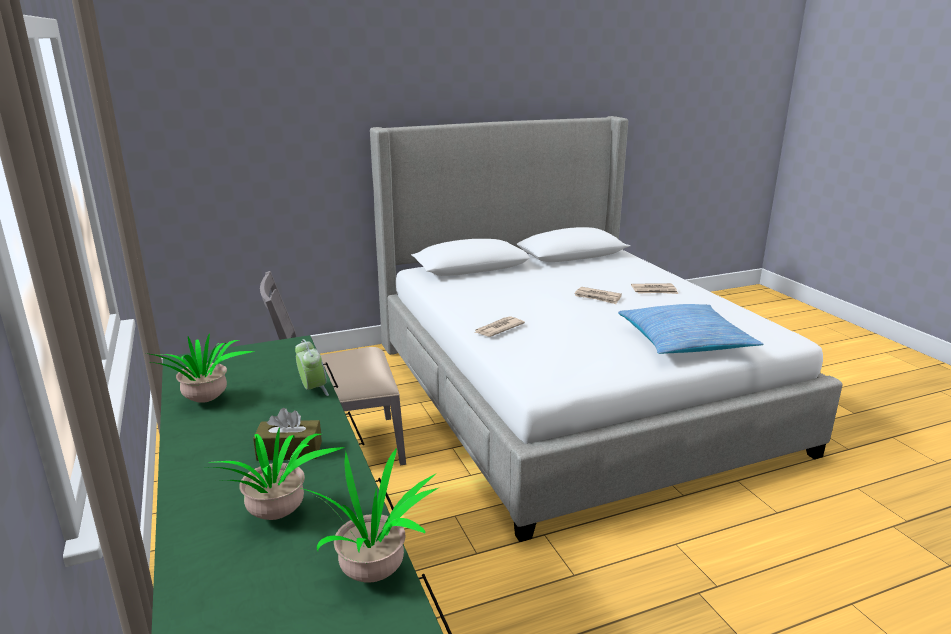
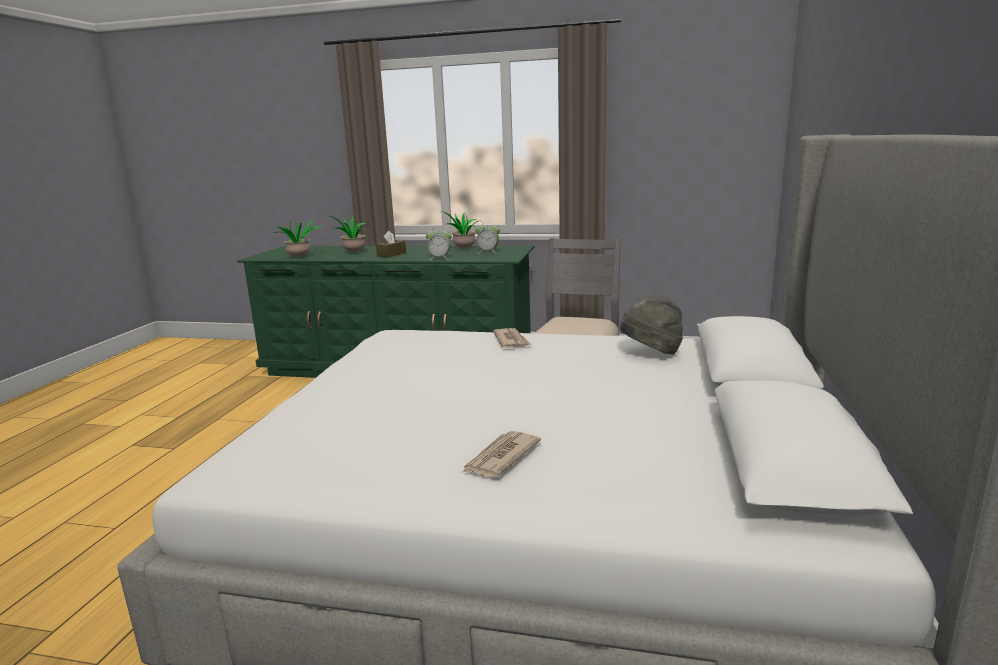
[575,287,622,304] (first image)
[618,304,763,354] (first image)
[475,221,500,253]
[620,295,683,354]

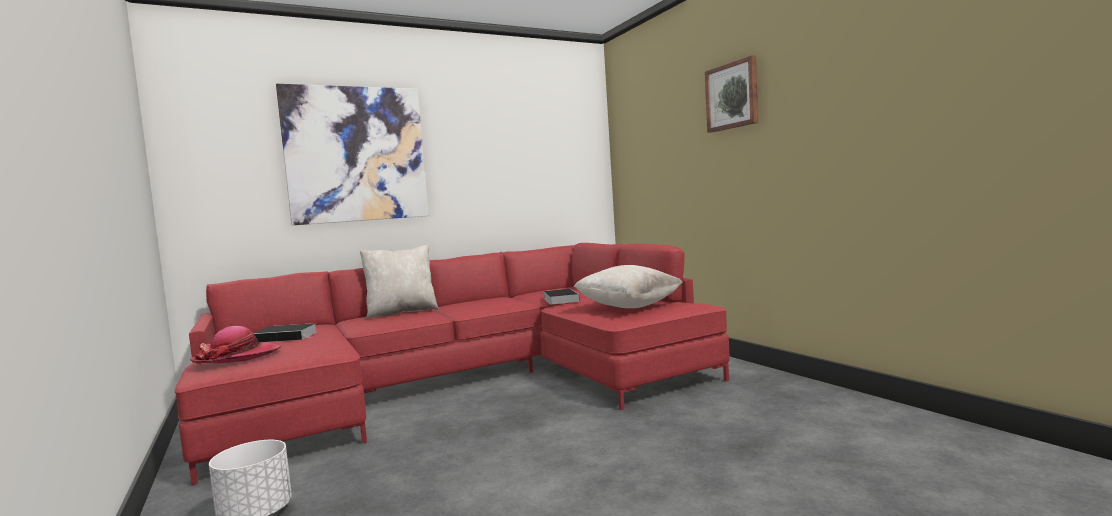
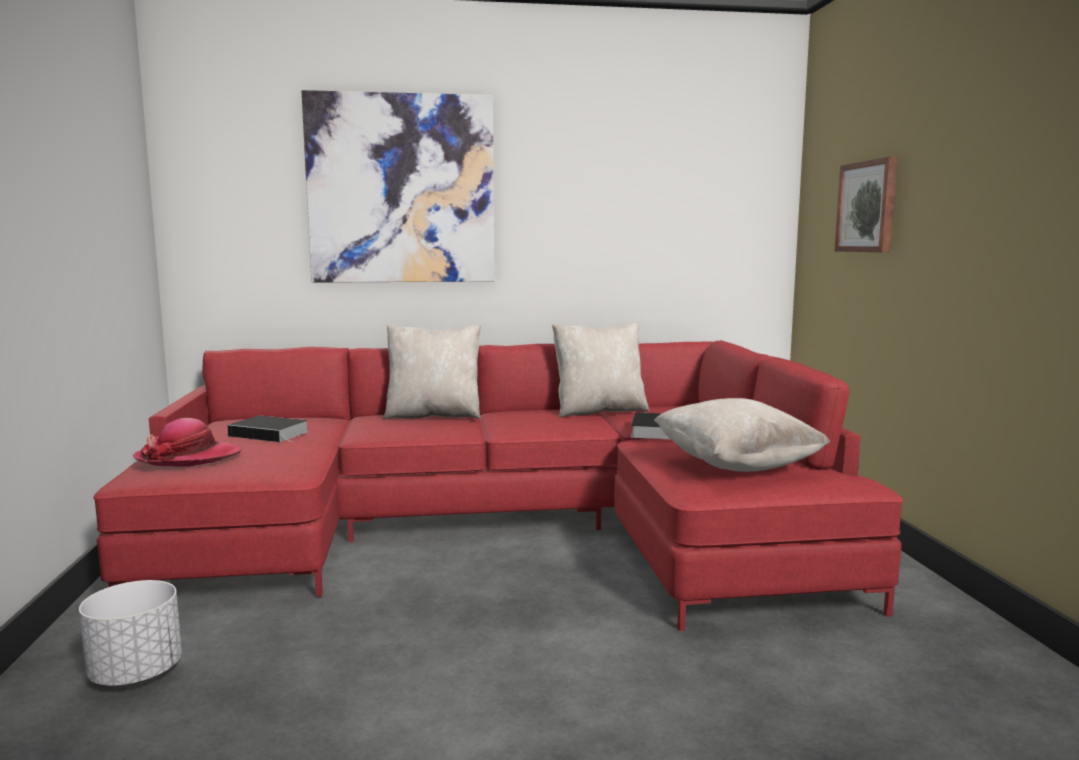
[552,322,649,417]
[835,156,898,252]

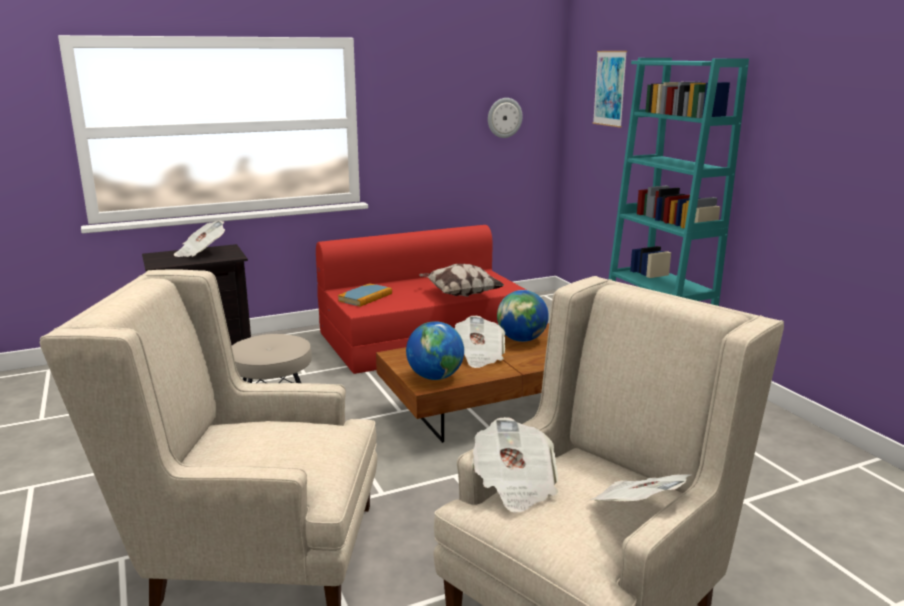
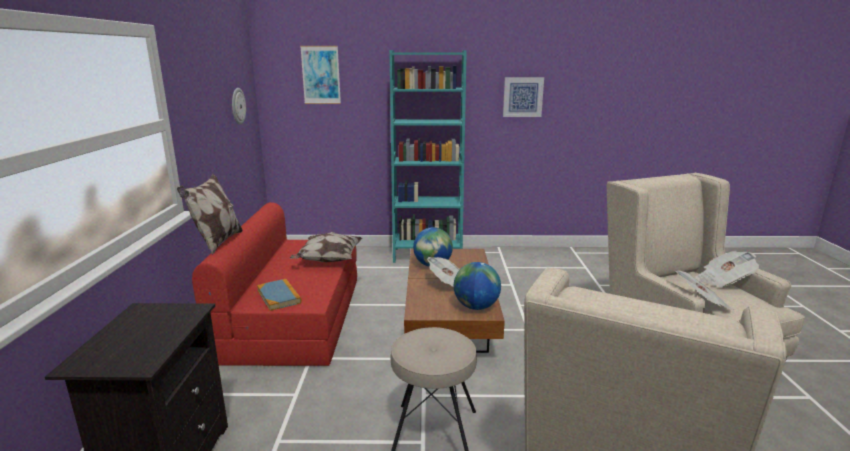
[174,221,225,257] (first image)
[177,174,242,255]
[503,77,544,117]

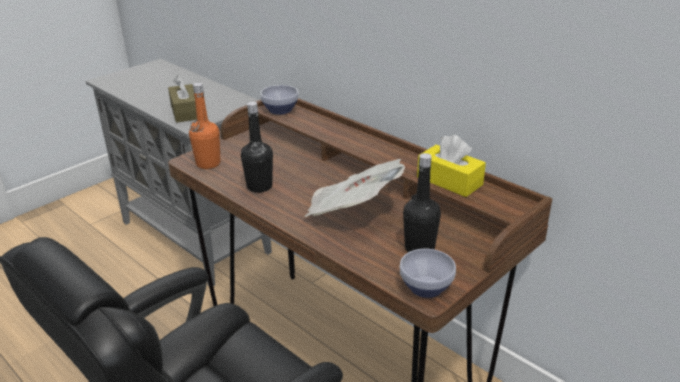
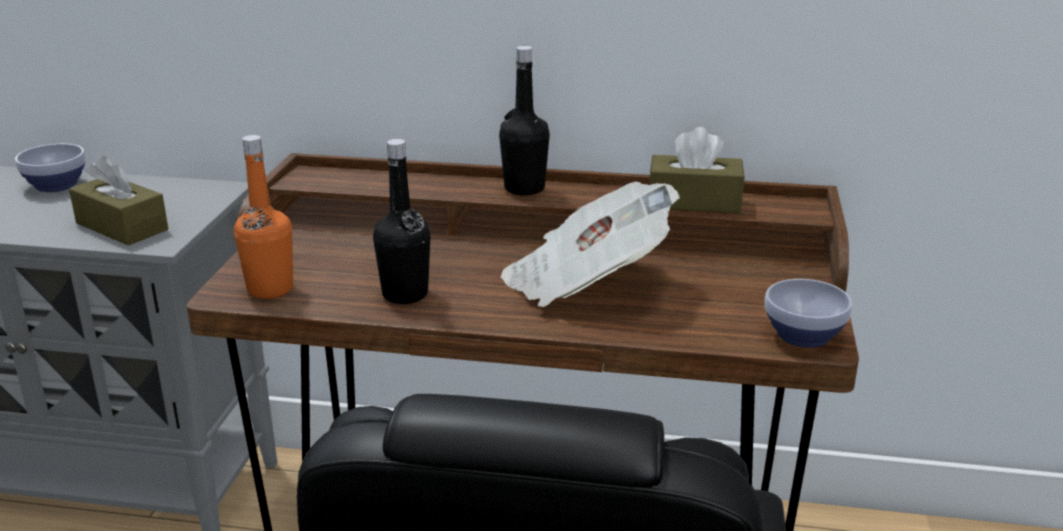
[15,144,86,192]
[499,46,550,195]
[649,127,744,213]

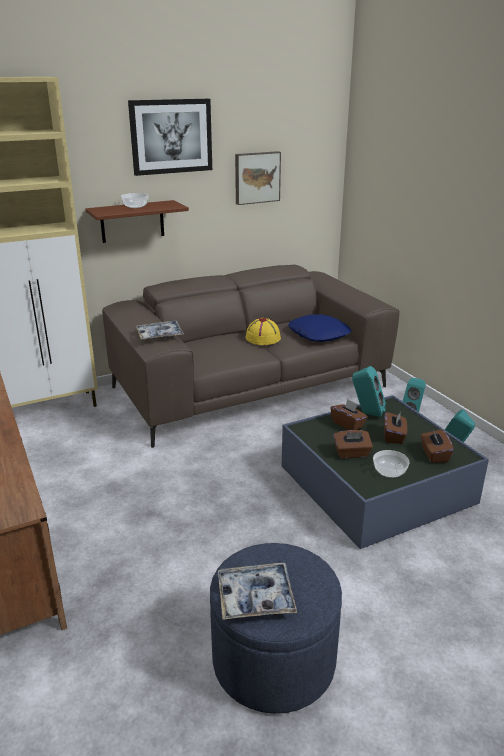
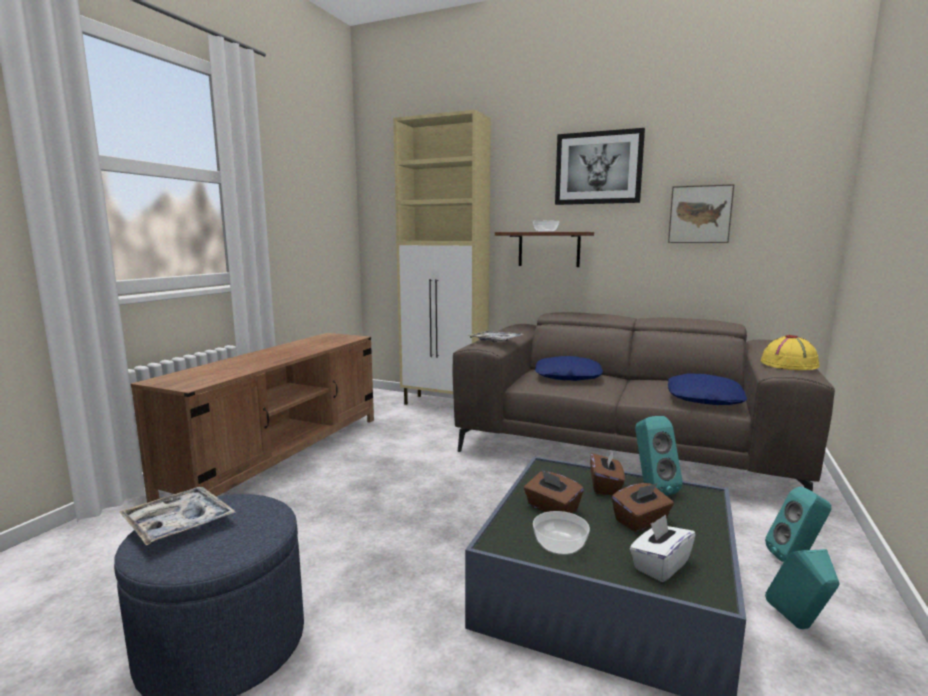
[535,356,603,381]
[761,335,820,370]
[630,514,695,582]

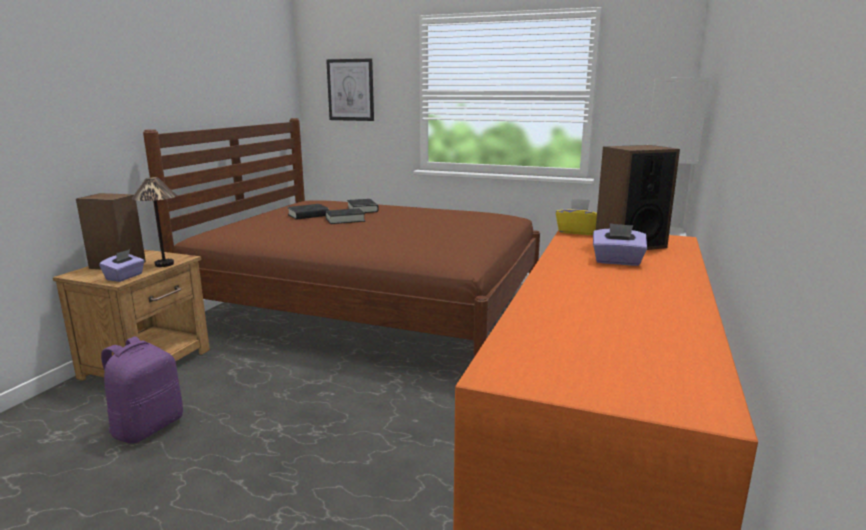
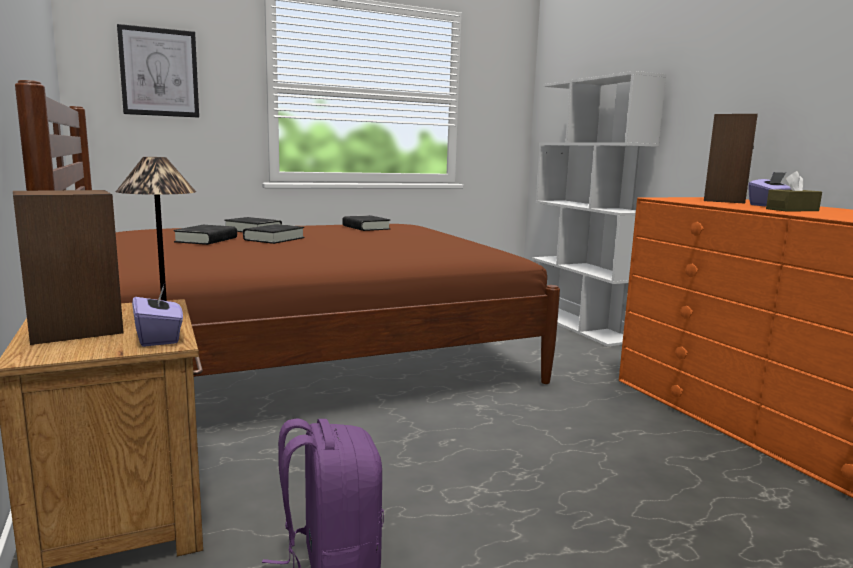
[556,198,597,235] (first image)
[342,215,390,231]
[766,171,822,211]

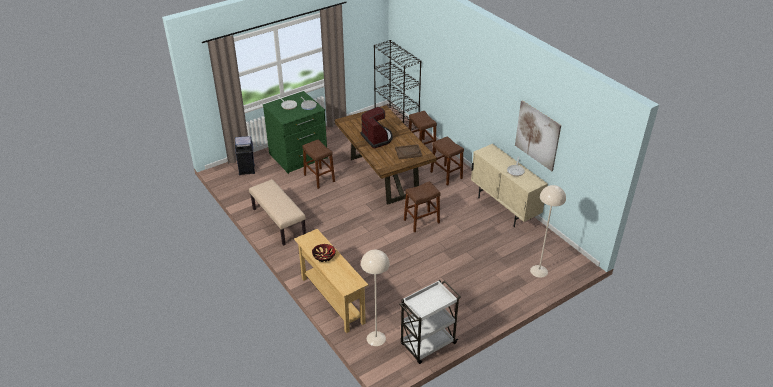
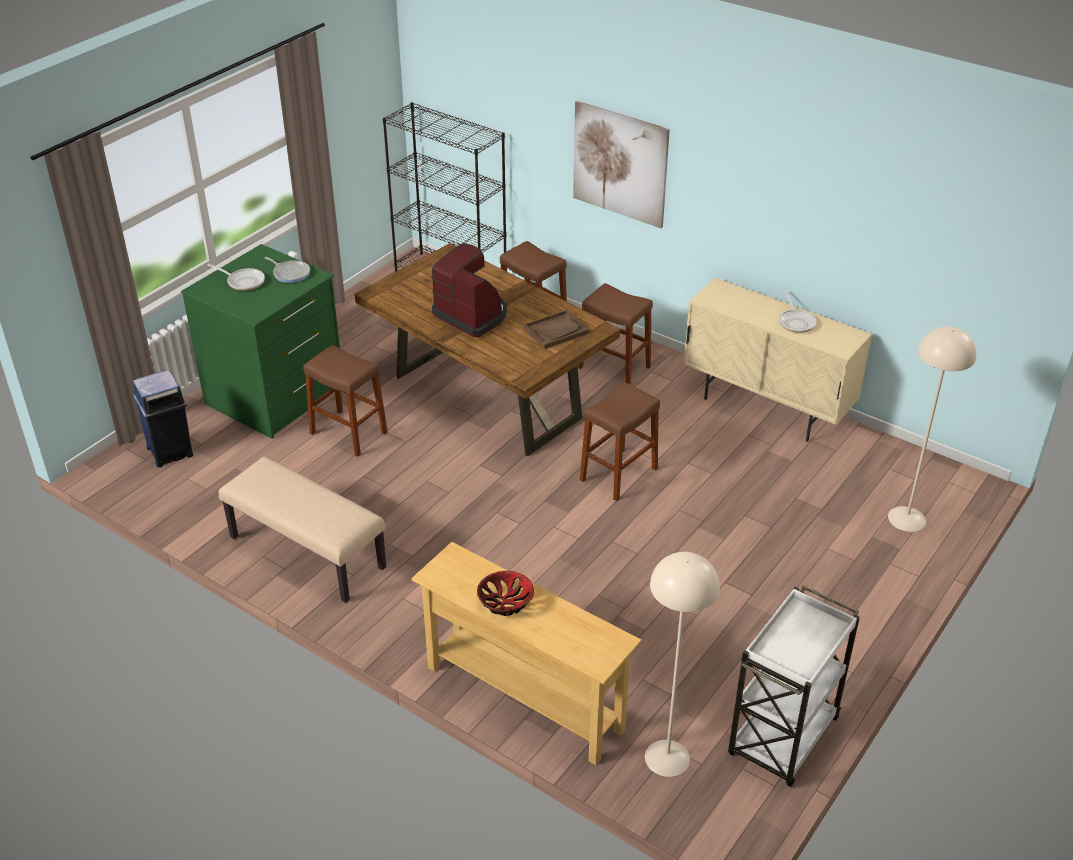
[573,101,670,228]

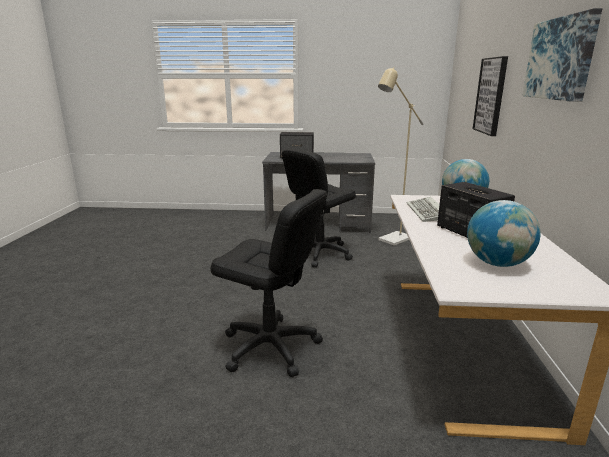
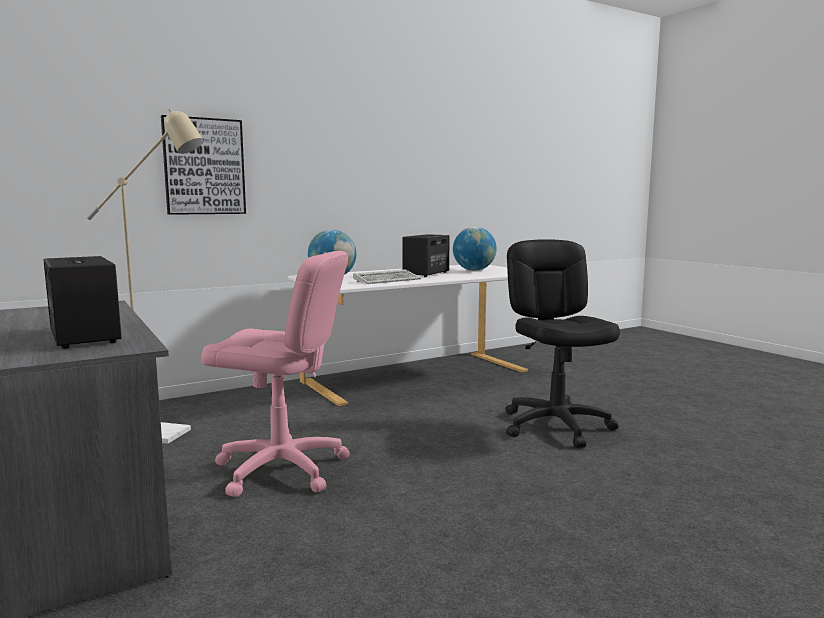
[523,8,602,102] (first image)
[201,251,350,497]

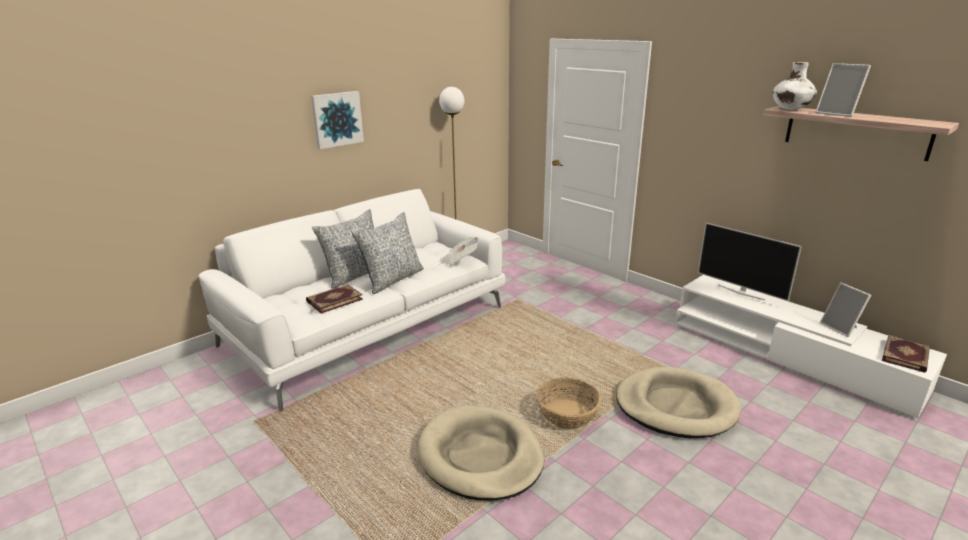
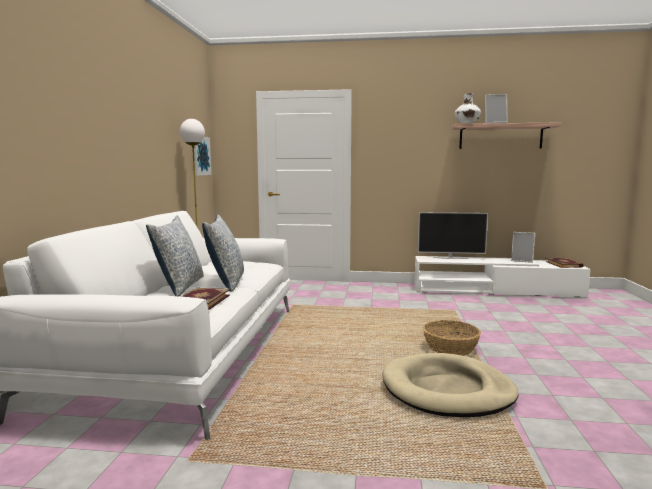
[440,237,480,265] (first image)
[616,367,741,438] (first image)
[192,137,211,176]

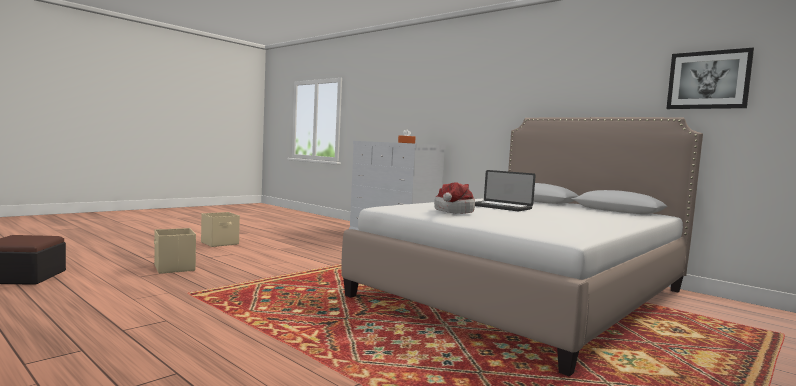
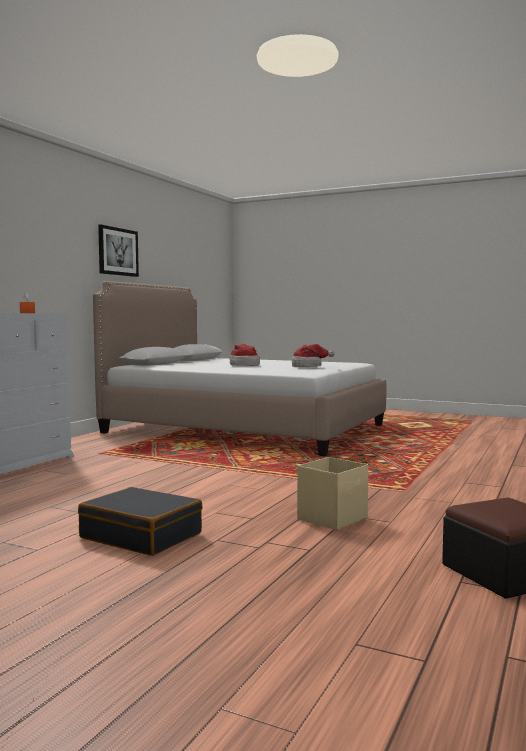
[98,224,139,277]
[78,487,203,556]
[230,344,260,366]

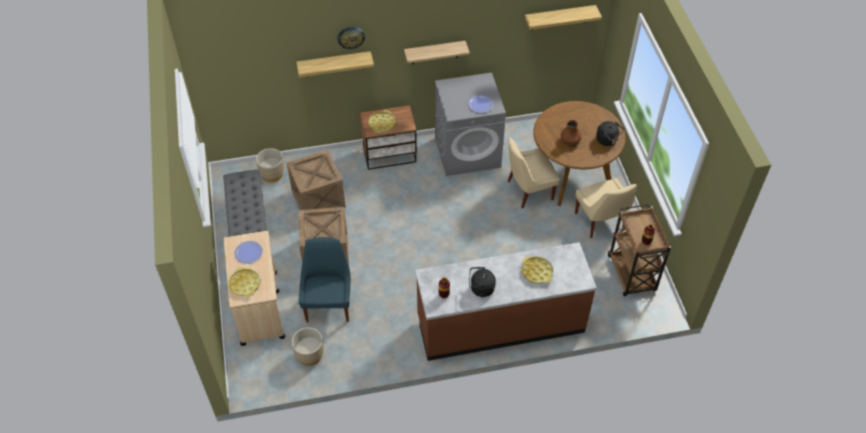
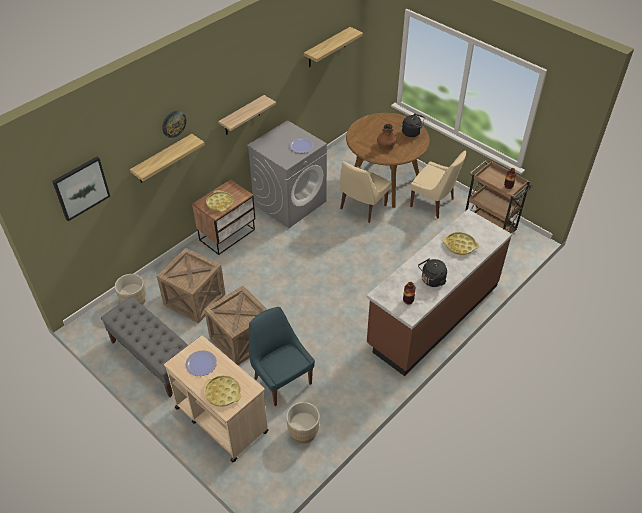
[52,157,110,221]

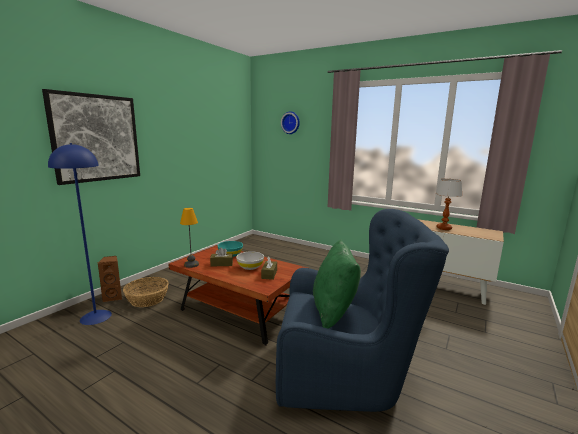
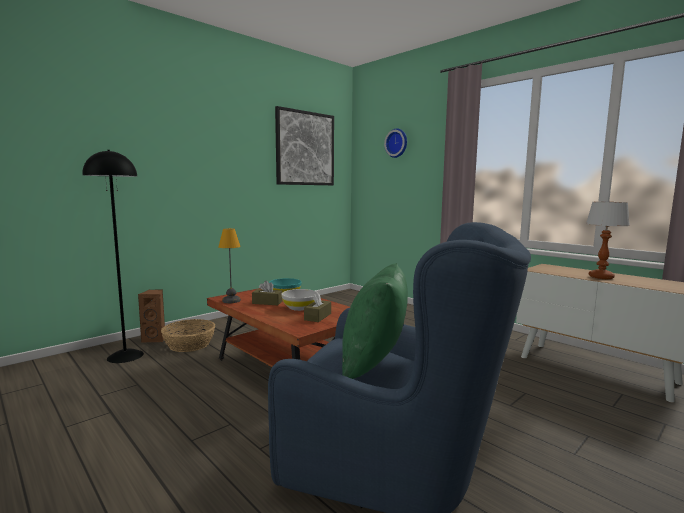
[275,106,334,185]
[82,150,144,363]

